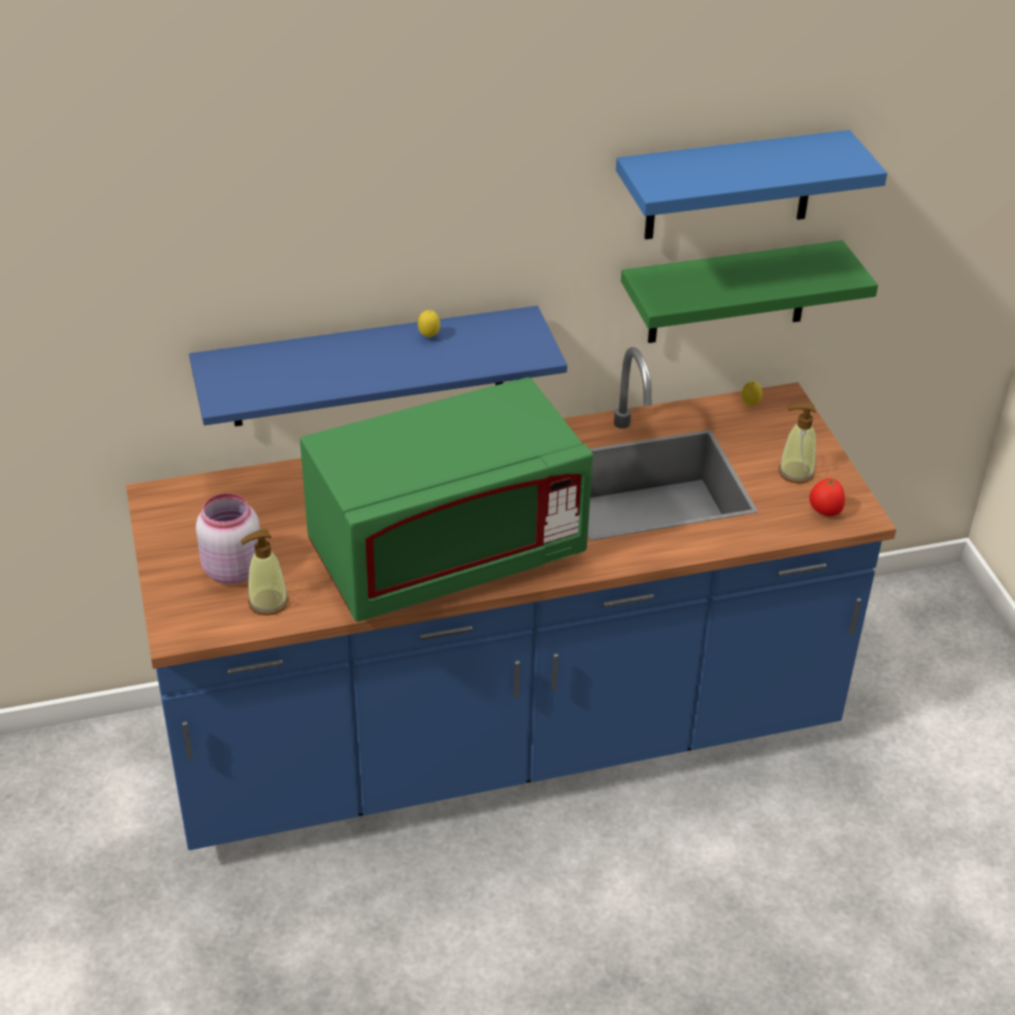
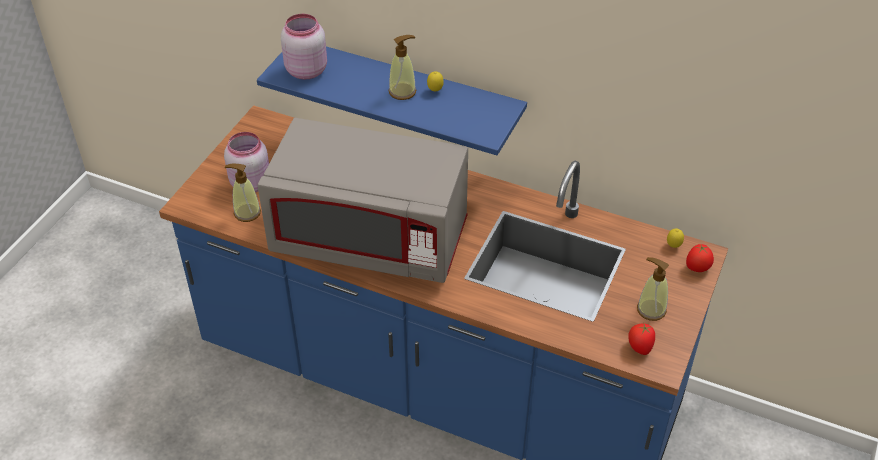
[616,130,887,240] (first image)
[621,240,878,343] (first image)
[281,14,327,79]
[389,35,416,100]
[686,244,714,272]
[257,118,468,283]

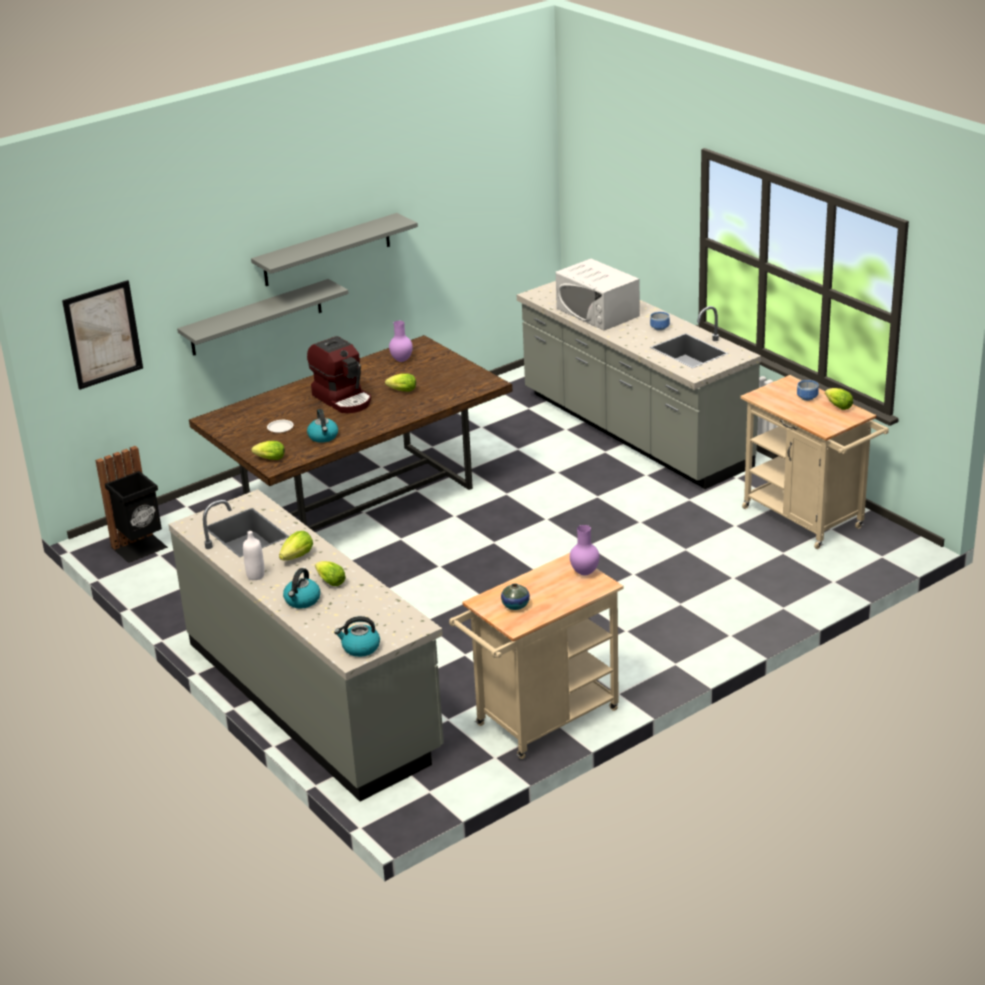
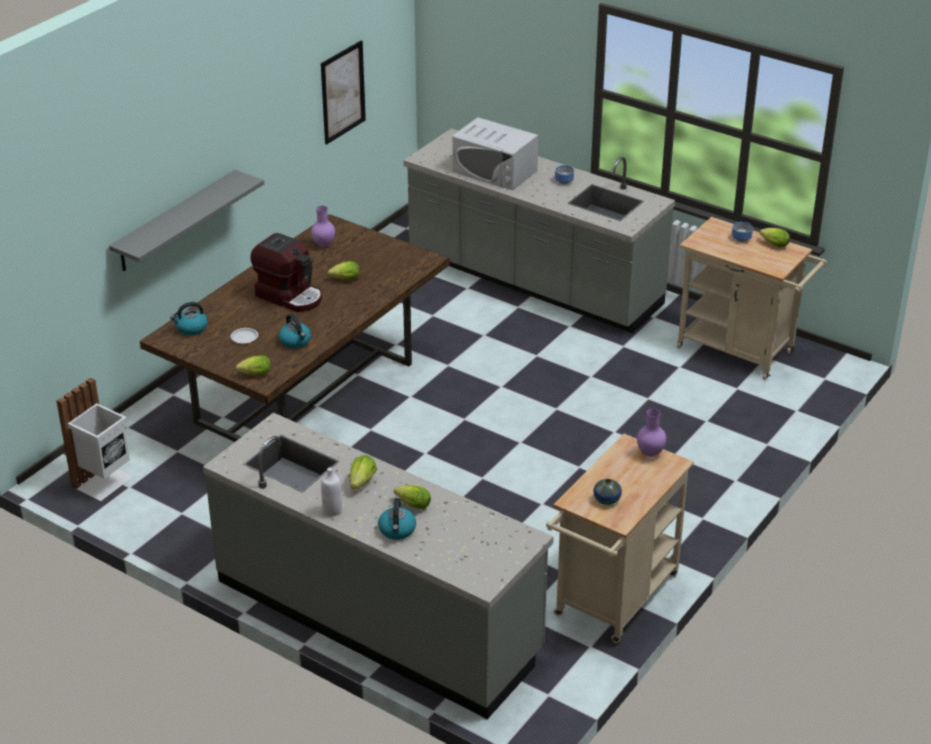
[251,213,418,286] (first image)
[321,41,366,145]
[170,302,208,335]
[56,378,133,501]

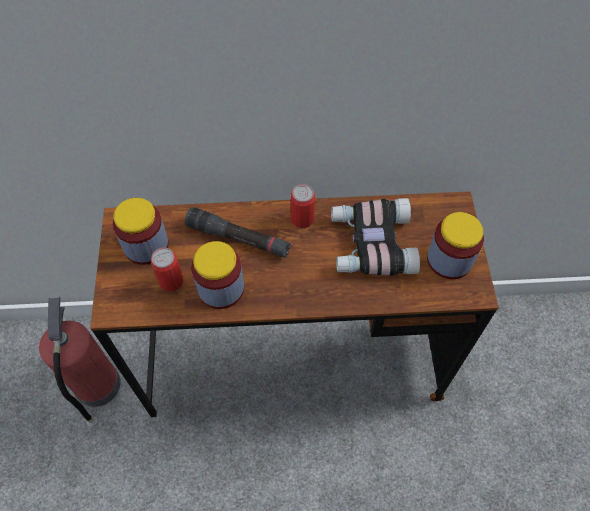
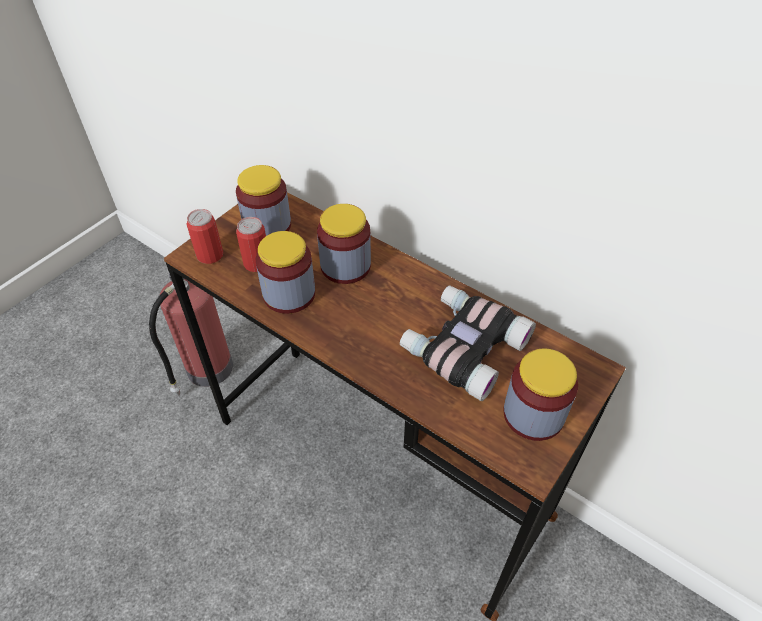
[187,209,223,264]
[317,204,371,284]

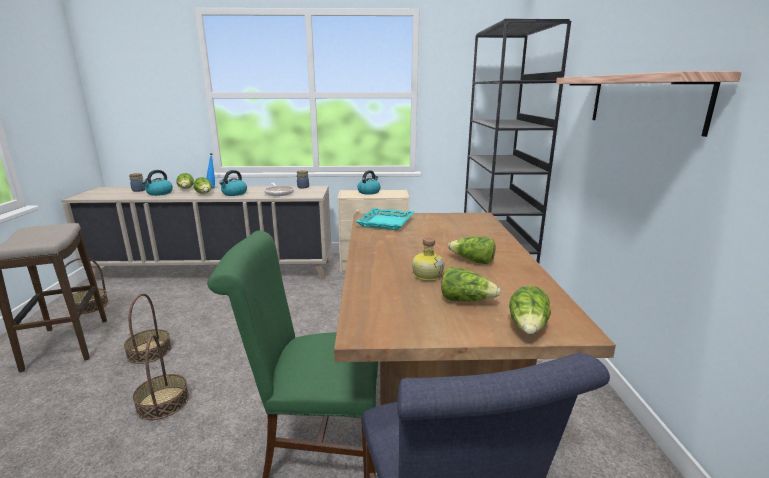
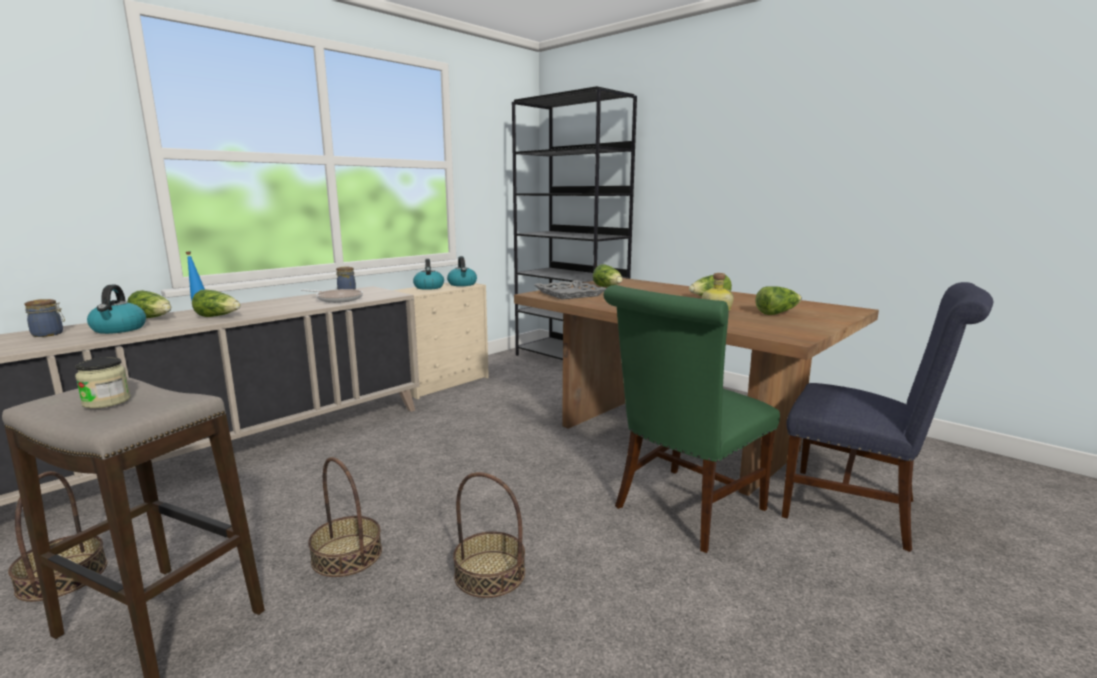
[556,71,742,137] (first image)
[75,357,131,409]
[447,256,477,286]
[593,264,622,287]
[534,280,606,300]

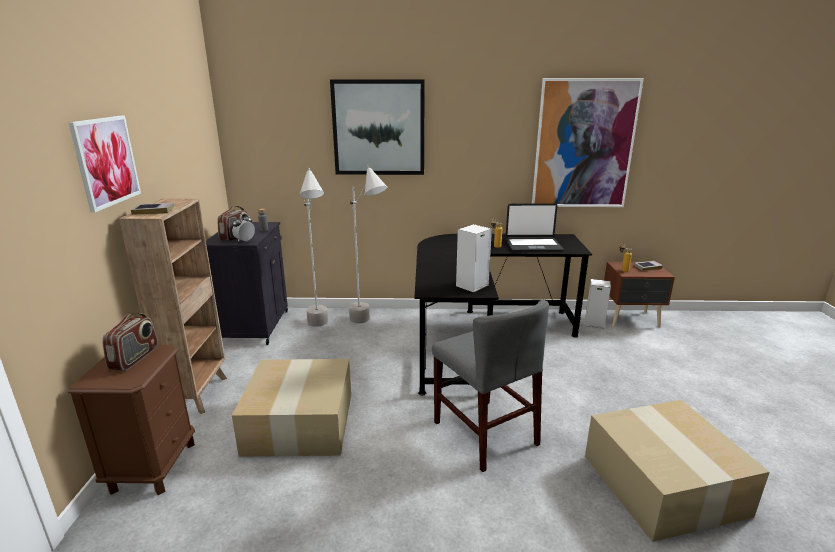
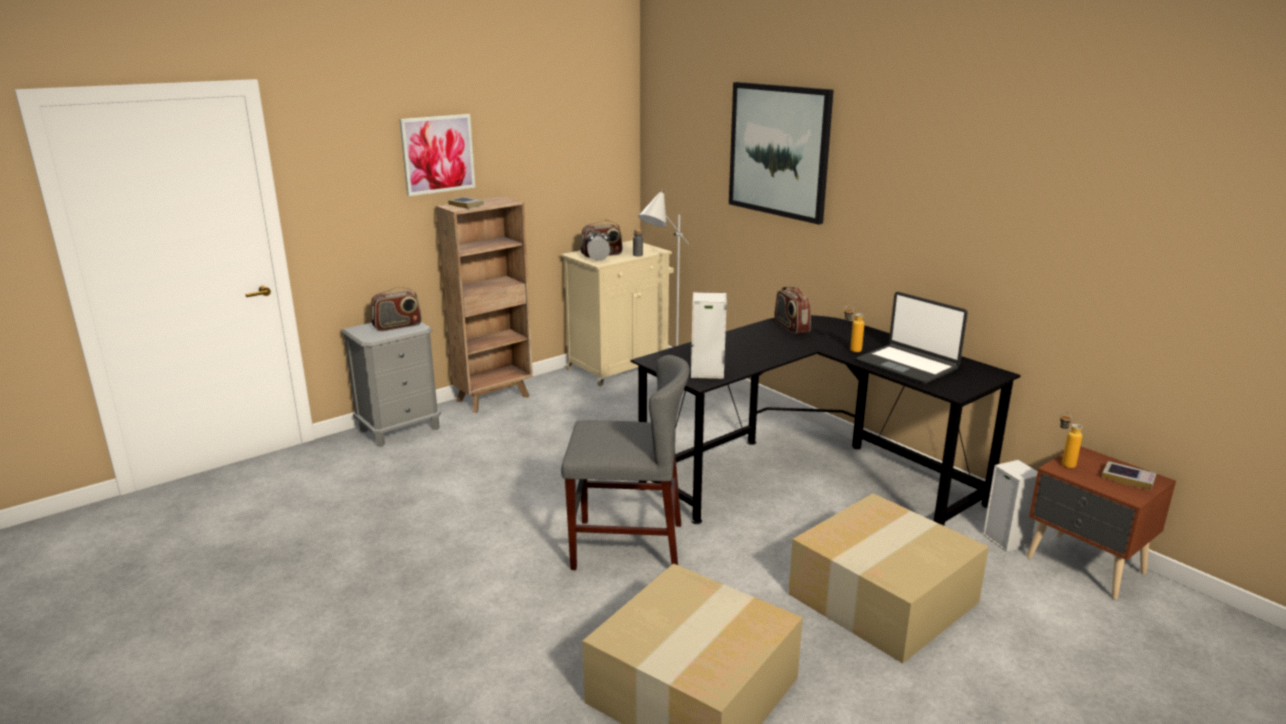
[349,166,387,323] (first image)
[532,78,644,207] (first image)
[775,287,811,334]
[788,493,989,664]
[341,322,441,447]
[561,240,674,386]
[561,355,690,570]

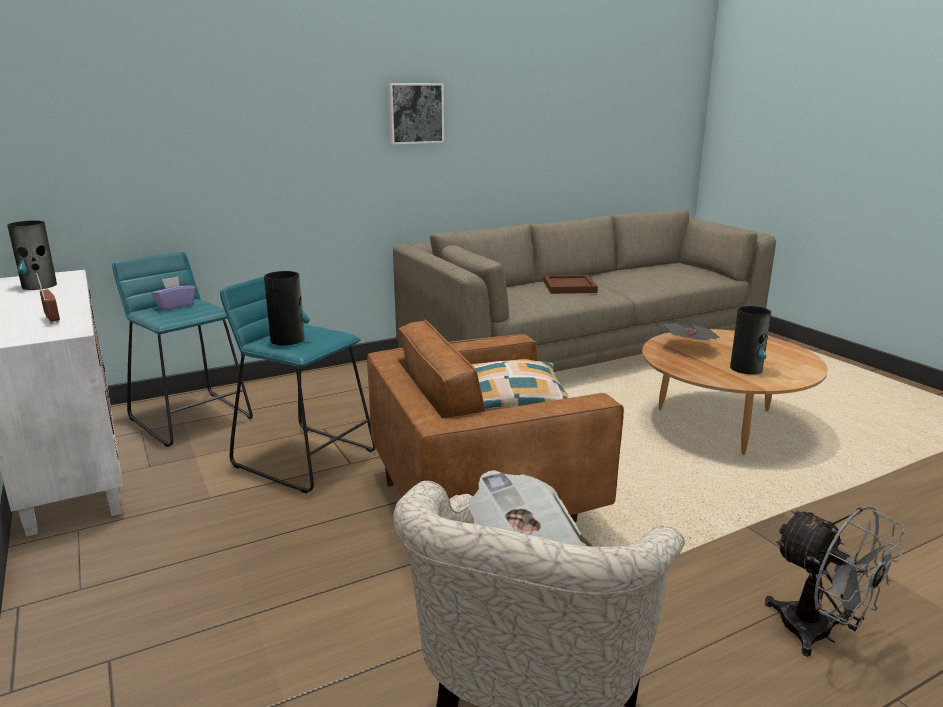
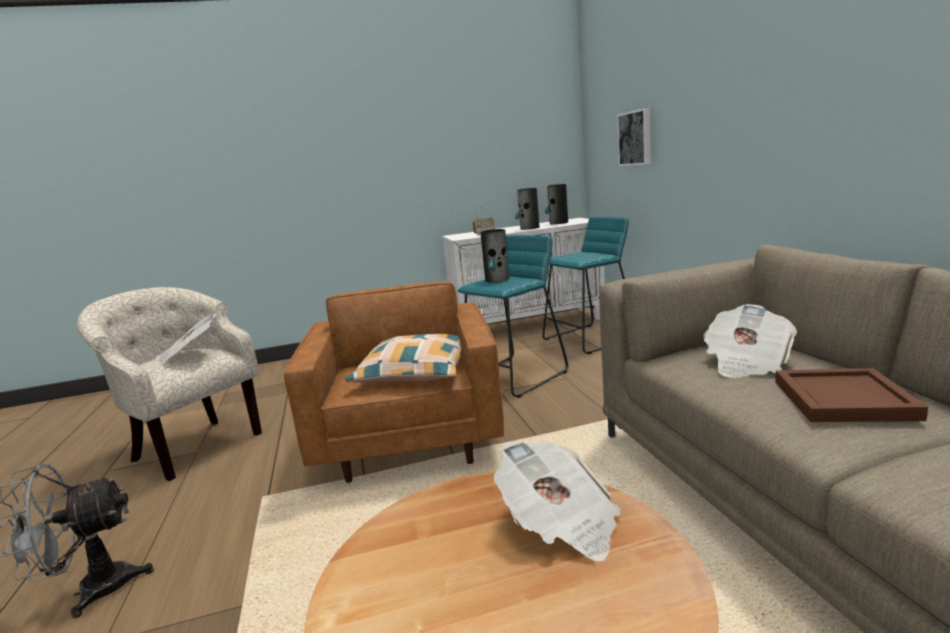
[151,276,195,310] (first image)
[703,304,797,378]
[617,108,651,166]
[515,188,540,230]

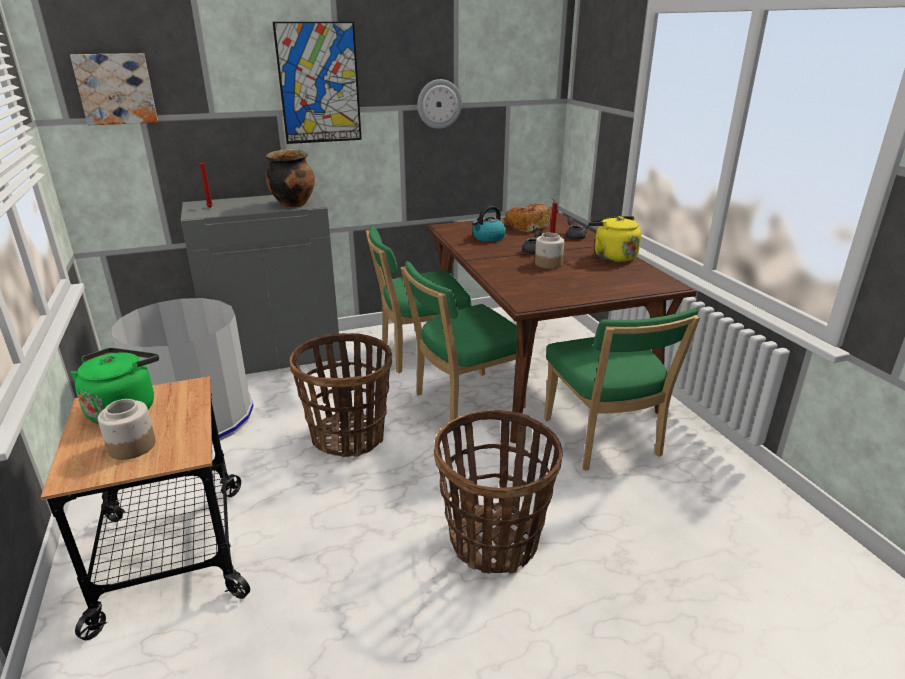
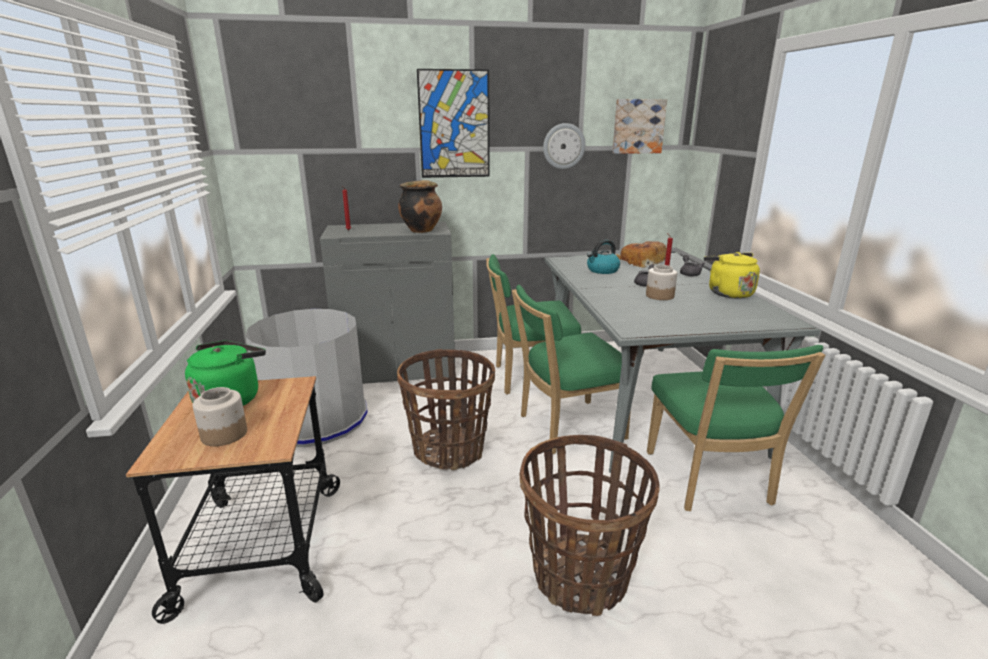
[612,99,667,154]
[544,253,820,473]

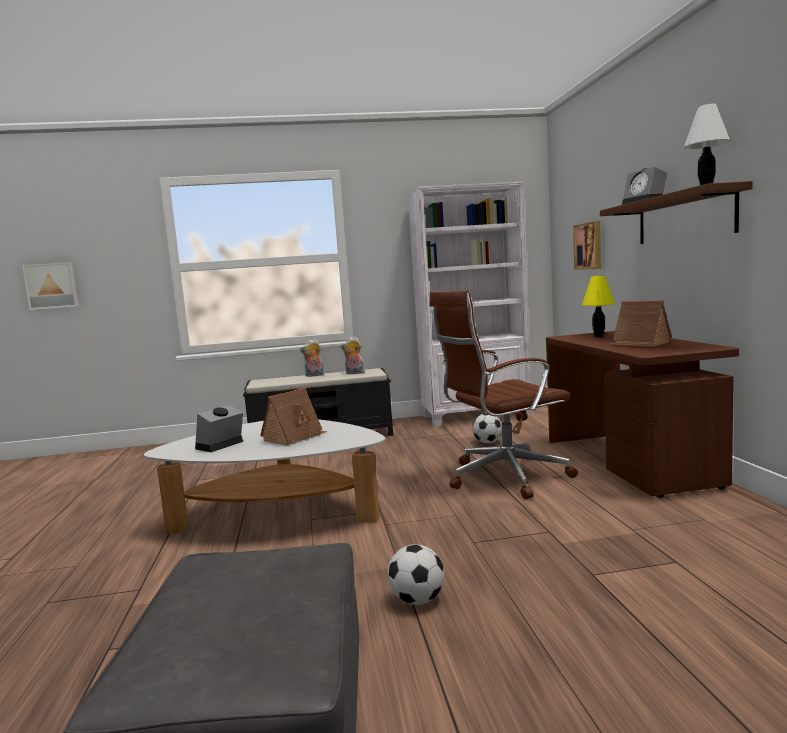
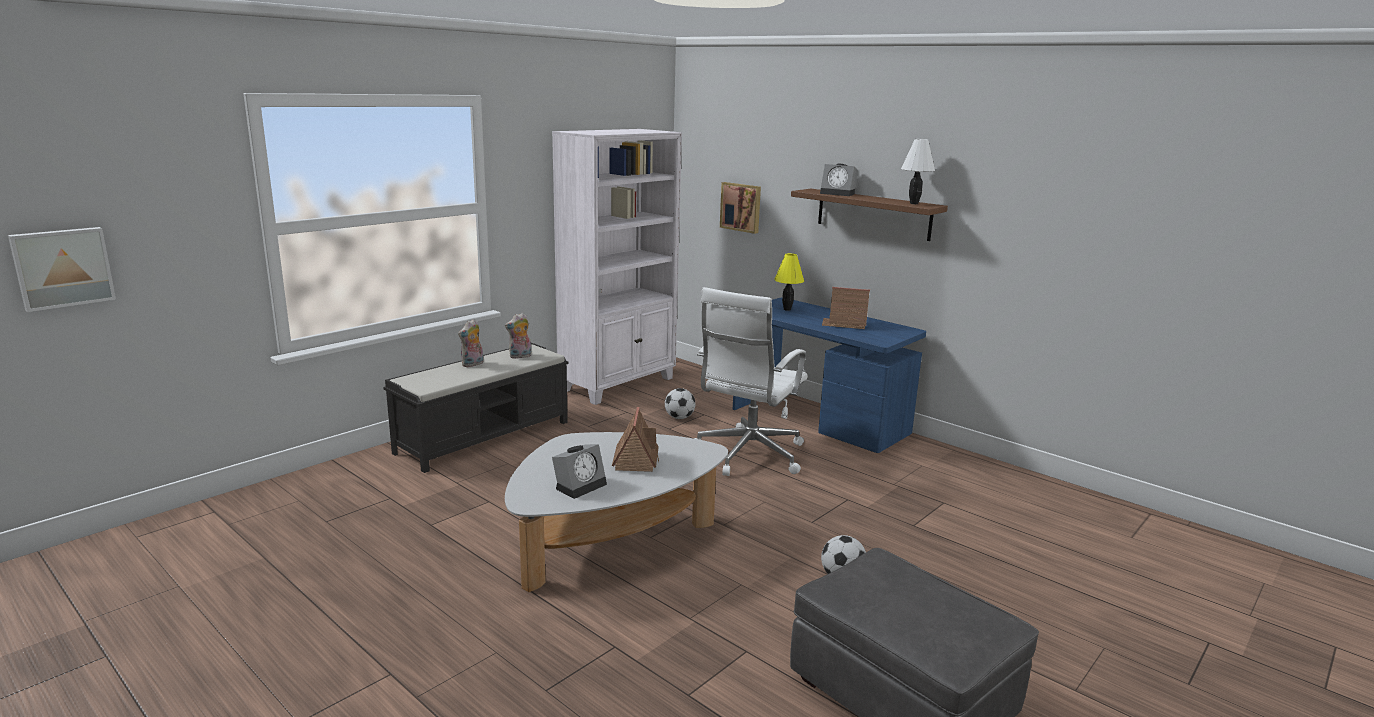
[694,287,808,476]
[733,298,926,453]
[552,444,607,499]

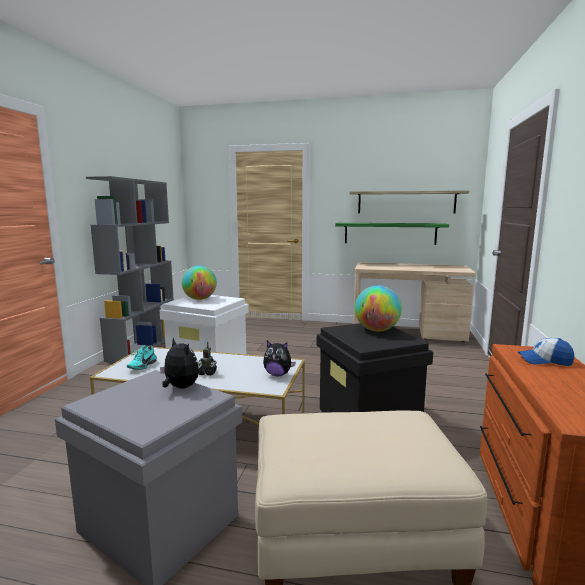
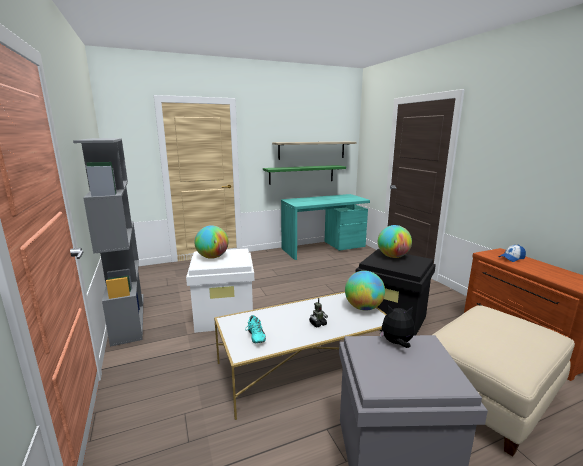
[345,271,385,311]
[281,194,370,260]

